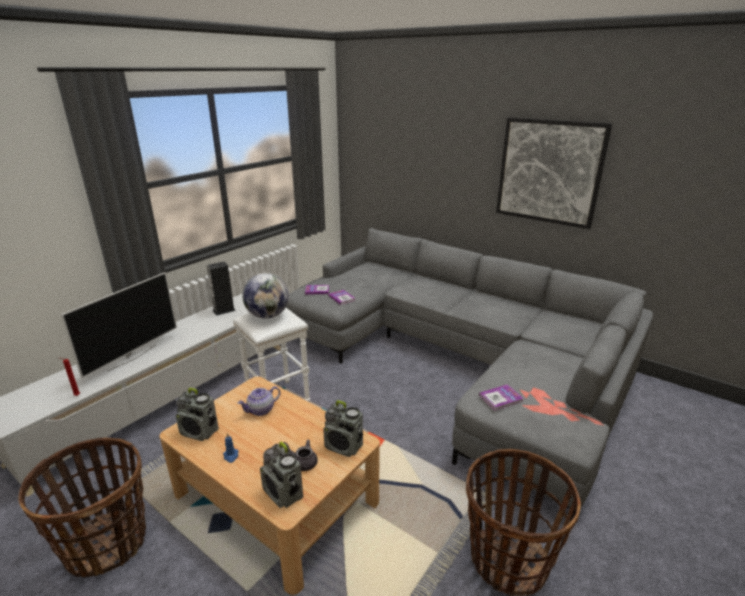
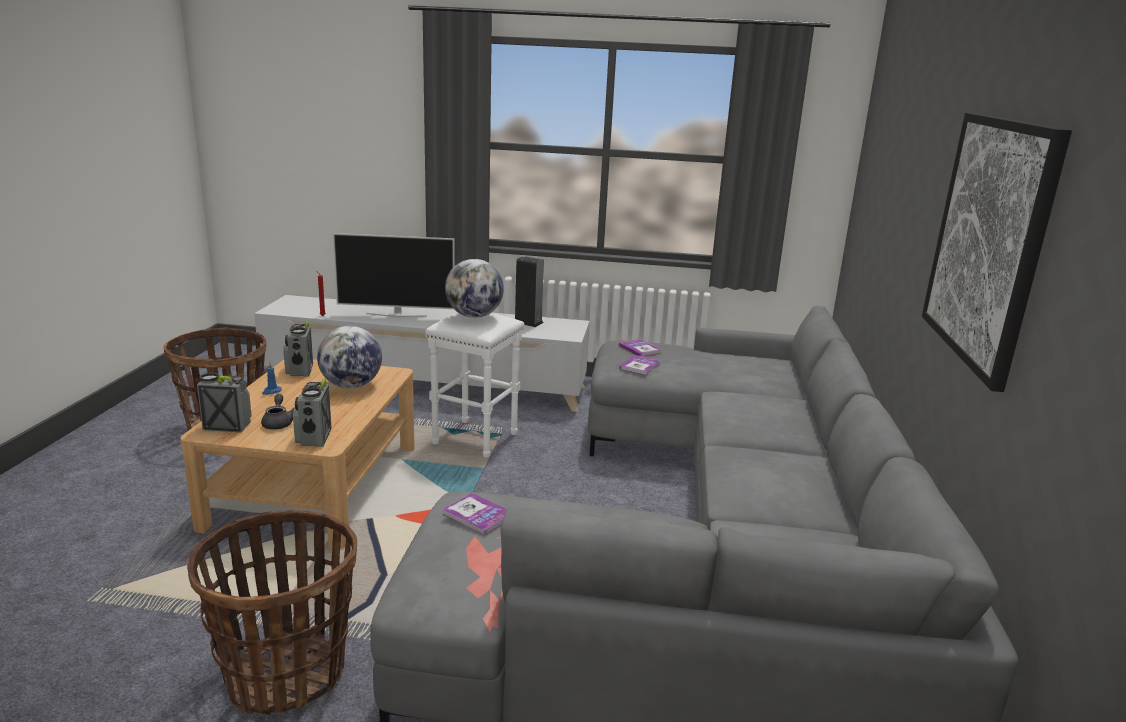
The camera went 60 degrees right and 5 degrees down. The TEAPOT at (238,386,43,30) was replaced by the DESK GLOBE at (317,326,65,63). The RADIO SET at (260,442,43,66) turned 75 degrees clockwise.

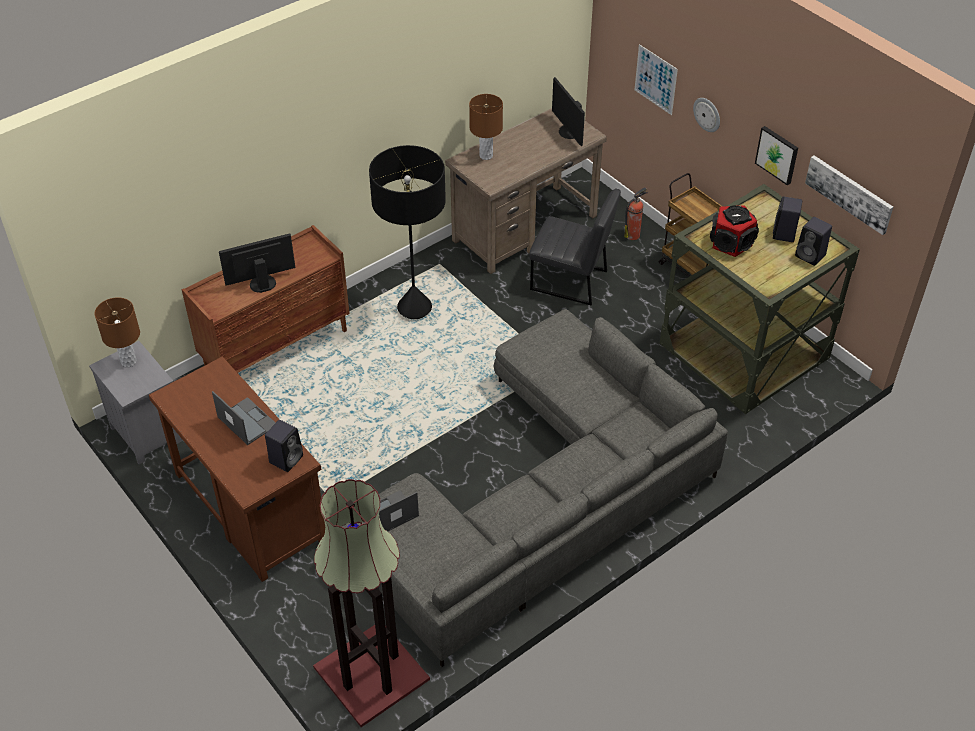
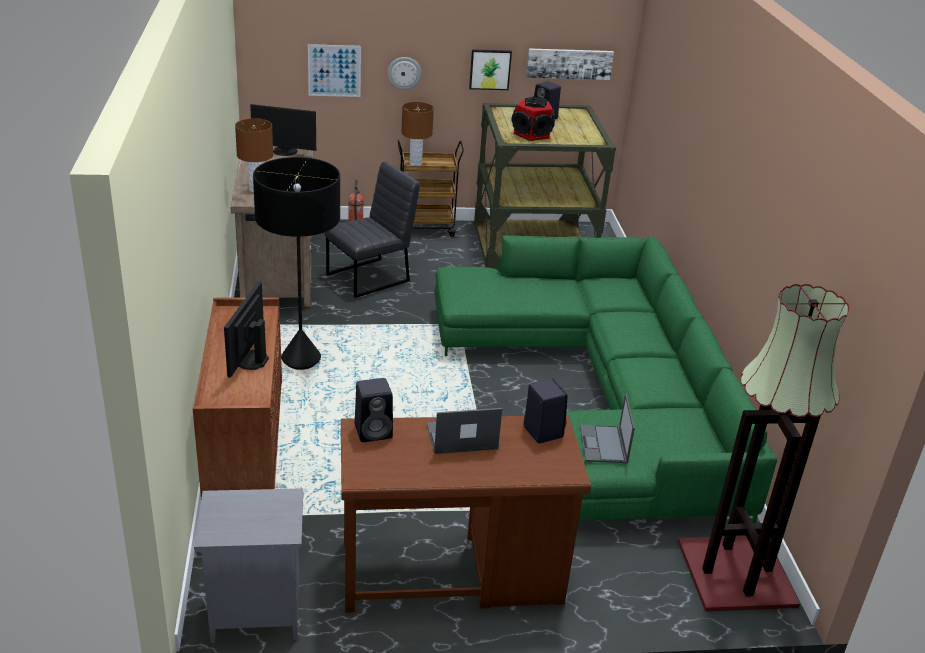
The camera went 60 degrees left and 15 degrees down. The BROWN-COLOURED TABLETOP LAMP moved from (95,297,45,70) to (401,102,33,63). The GREY SETTEE at (341,309,387,358) became the GREENISH SETTEE at (434,235,343,288). The BLACK LOUDSPEAKER moved from (795,217,37,49) to (355,378,38,64).

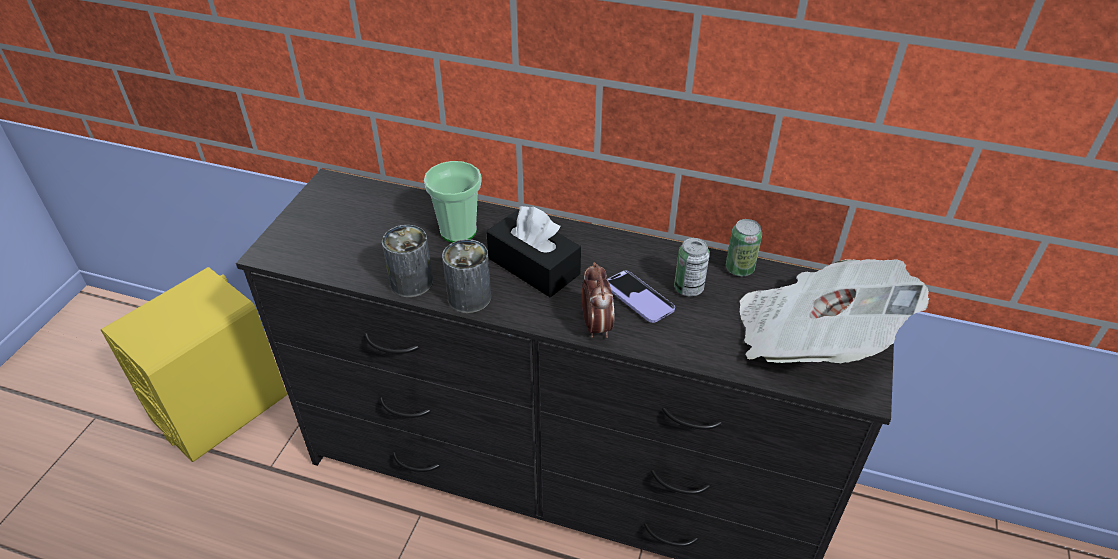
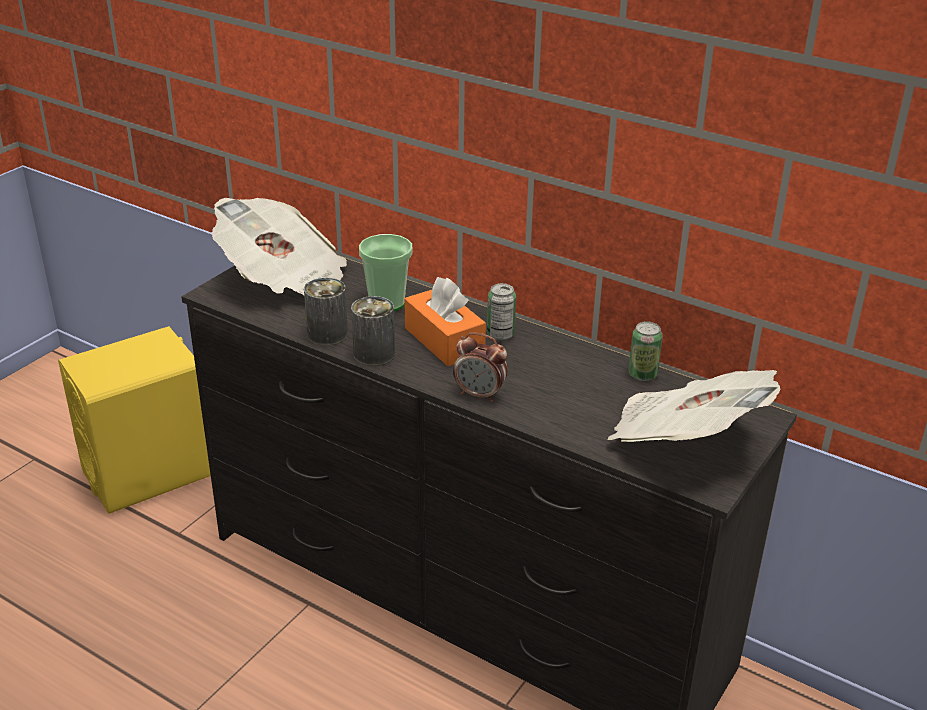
The camera went 15 degrees right and 10 degrees down. The BLACK TISSUE HOLDER at (486,206,95,91) became the ORANGEY TISSUE HOLDER at (404,277,82,89). The ALARM CLOCK at (582,262,33,76) turned 105 degrees clockwise. The HANDSET at (607,271,68,52) disappeared. The SEALED CAN moved from (674,238,36,59) to (487,283,29,57). The PRINTED PAPER at (211,198,136,97) appeared.

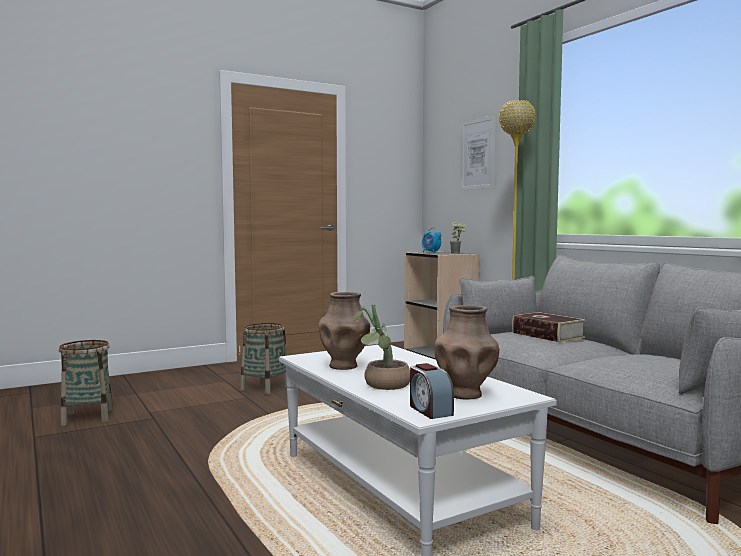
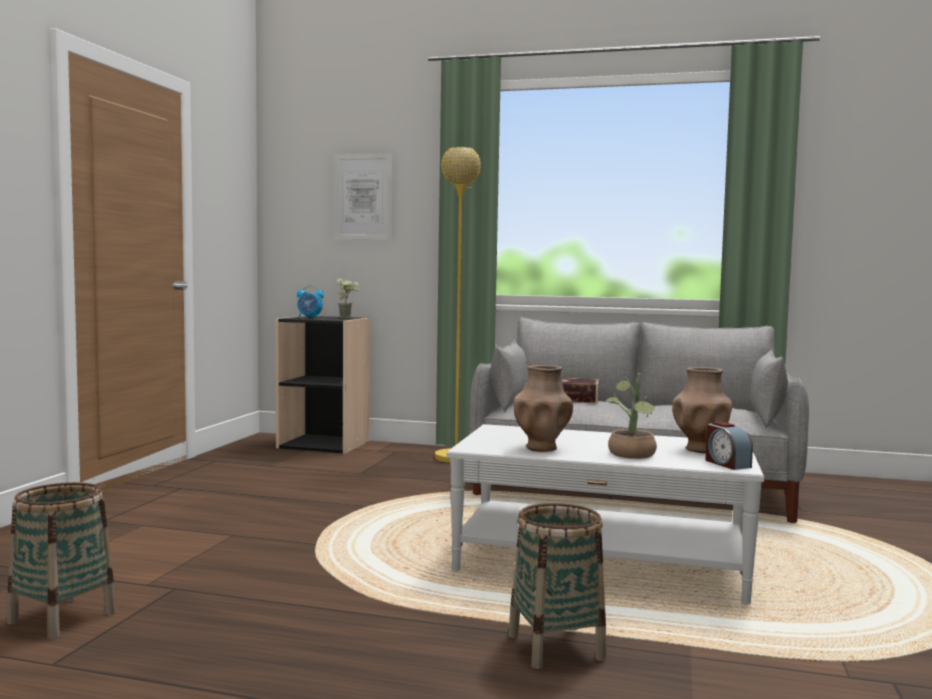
The camera went 45 degrees left and 0 degrees up. The BASKET moved from (240,323,47,72) to (508,503,99,166). The ALARM CLOCK at (410,363,44,56) turned 45 degrees clockwise.

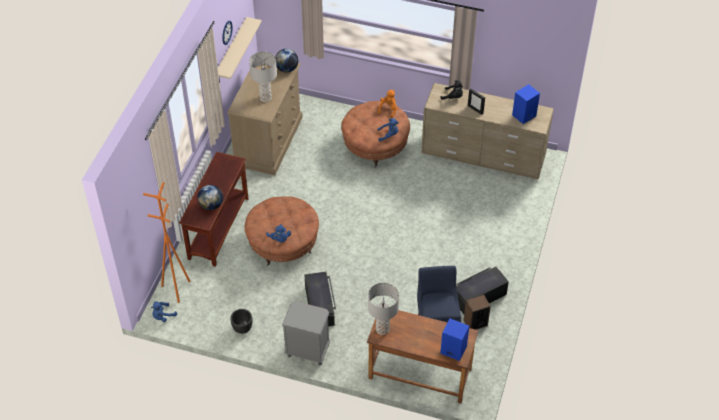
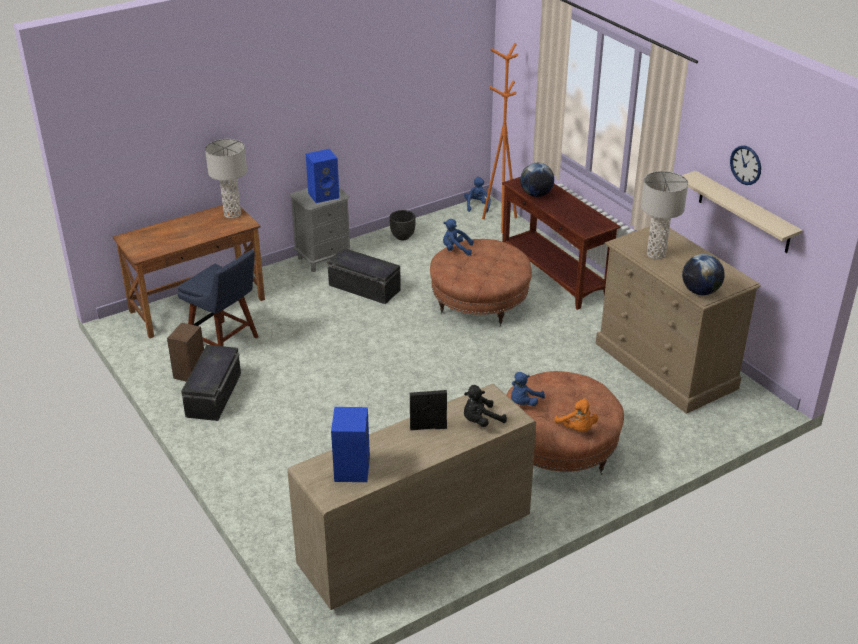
The camera went 130 degrees right and 15 degrees down. The BLUE LOUDSPEAKER moved from (440,319,29,42) to (306,149,34,54).

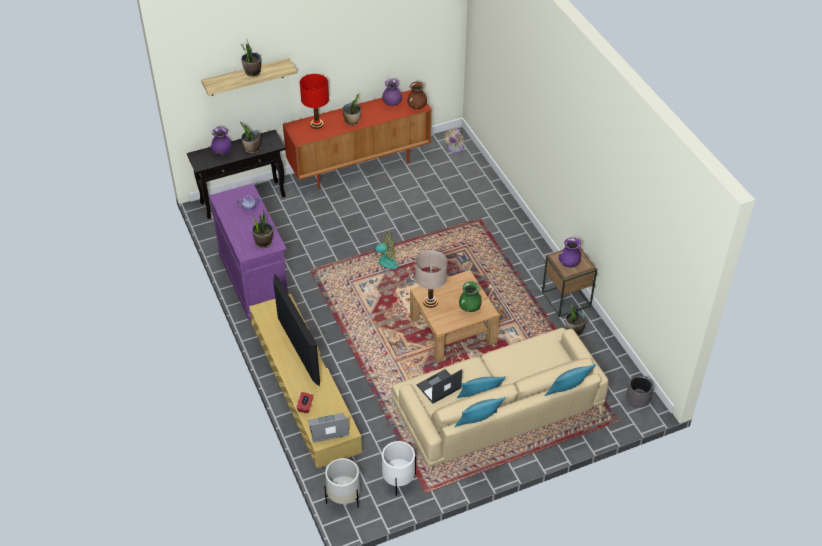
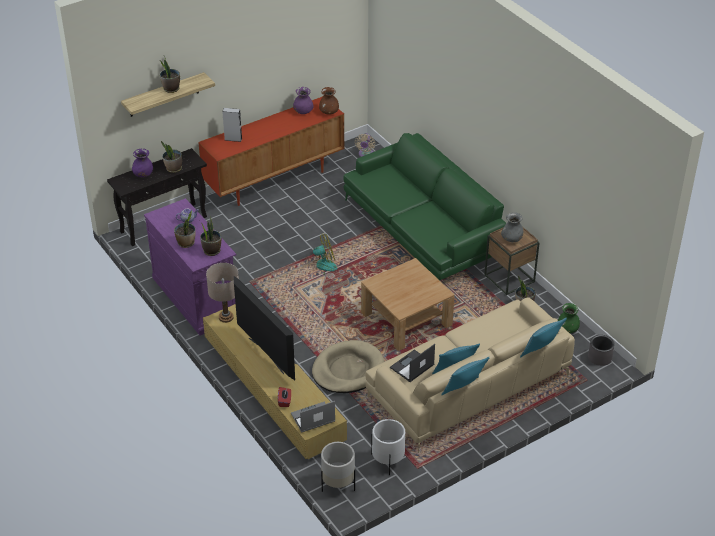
The camera went 10 degrees left and 5 degrees down. The RED-COLOURED TABLETOP LAMP at (300,74,29,55) was replaced by the GREY LOUDSPEAKER at (222,108,20,34). The HOUSEPLANT moved from (342,93,19,33) to (174,211,22,37). The BEIGE TABLETOP LAMP moved from (415,250,32,58) to (206,263,33,60). The GREENISH FLOWER VASE moved from (459,281,23,31) to (558,303,22,30). The PURPLE-COLOURED FLOWER VASE at (559,237,22,31) became the GREY FLOWER VASE at (501,212,22,30). The BEIGE DOG CUSHION at (312,340,72,53) appeared. The GREENISH SETTEE at (343,133,163,147) appeared.

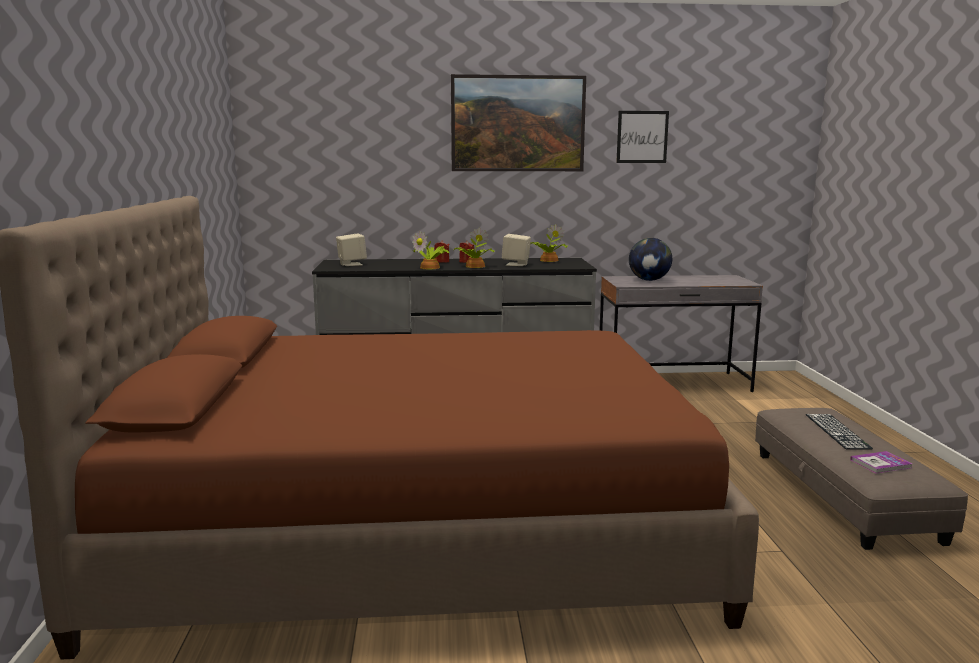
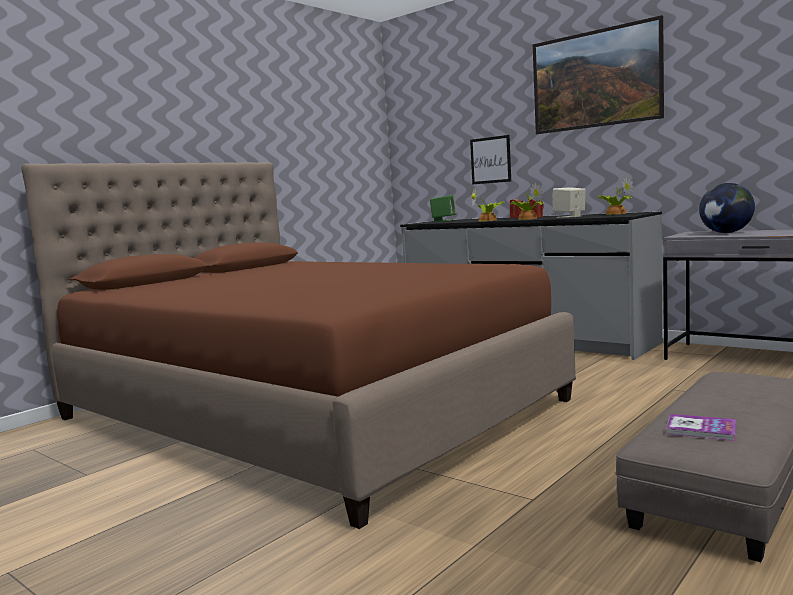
The camera went 45 degrees right and 5 degrees down. The BEIGE LOUDSPEAKER at (336,233,31,33) became the GREENISH LOUDSPEAKER at (430,195,26,27). The PICTURE moved from (616,111,53,52) to (470,135,41,49). The PC KEYBOARD at (806,414,67,36) disappeared.

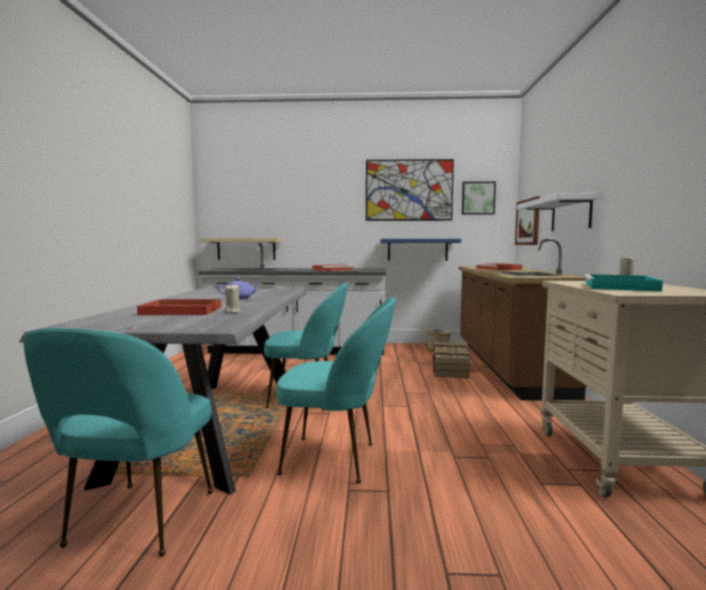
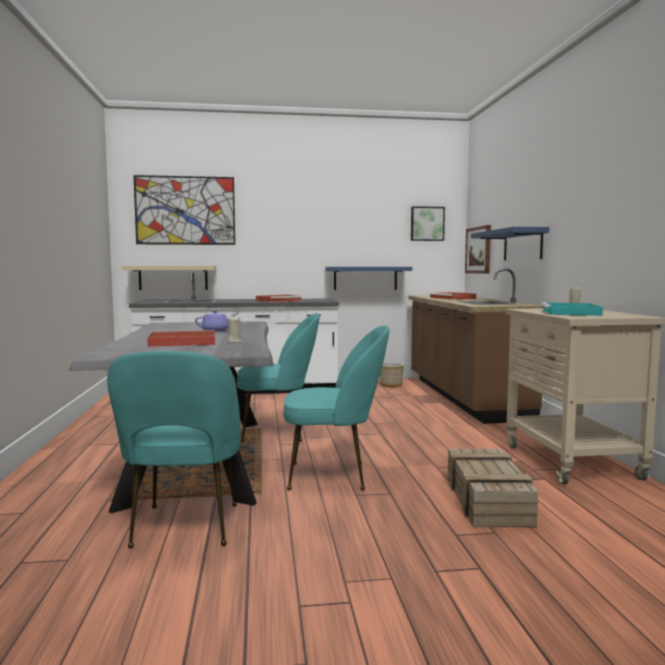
The camera went 10 degrees left and 0 degrees up. The PICTURE moved from (366,159,88,62) to (134,175,101,70). The SHIPPING CRATE moved from (433,342,37,36) to (448,449,90,78). The WHITE WALL SHELF at (517,193,83,38) became the BLUE WALL SHELF at (471,227,78,33).

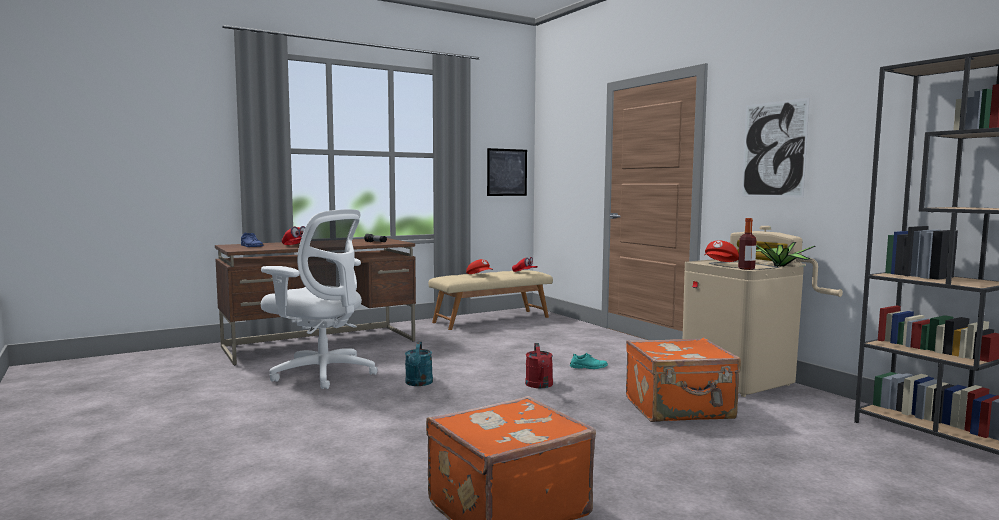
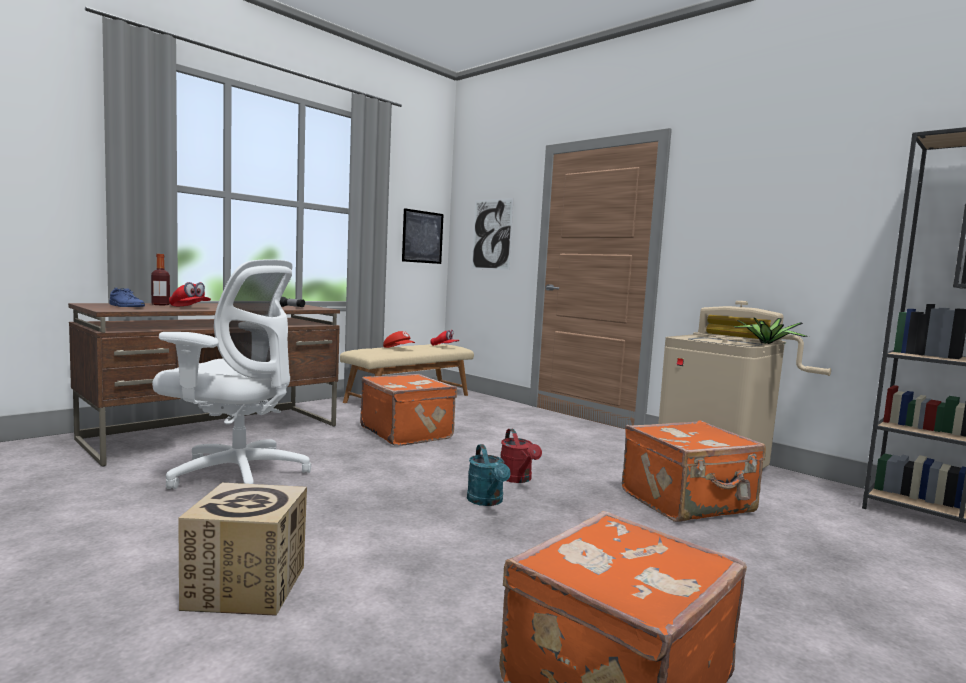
The camera went 15 degrees left and 0 degrees up. The TURQUOISE WATERING POT moved from (405,341,28,45) to (467,444,44,62). The TURQUOISE SHOE at (570,353,38,16) disappeared. The RED-COLOURED PEAKED CAP at (705,241,34,21) disappeared. The BEVERAGE BOTTLE moved from (738,218,18,52) to (151,254,19,51). The PICTURE moved from (741,98,69,100) to (471,198,43,72). The PACKING BOX at (178,483,129,133) appeared. The ORANGEY TRAVEL CASE at (360,374,97,72) appeared.

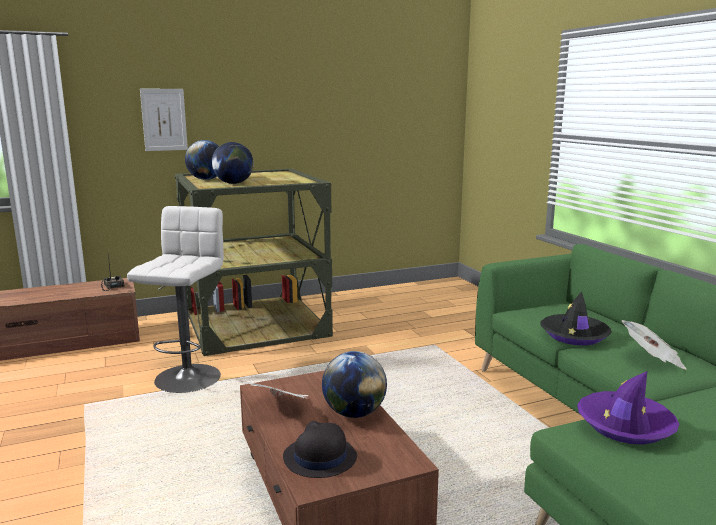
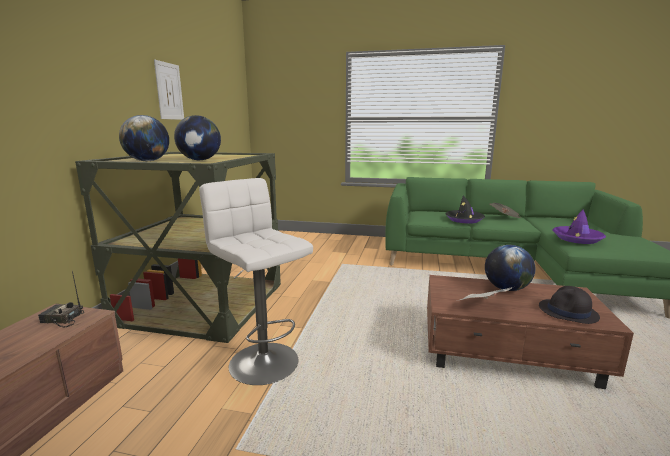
The camera went 55 degrees left and 0 degrees up. The PICTURE moved from (140,89,48,62) to (154,60,30,60).

